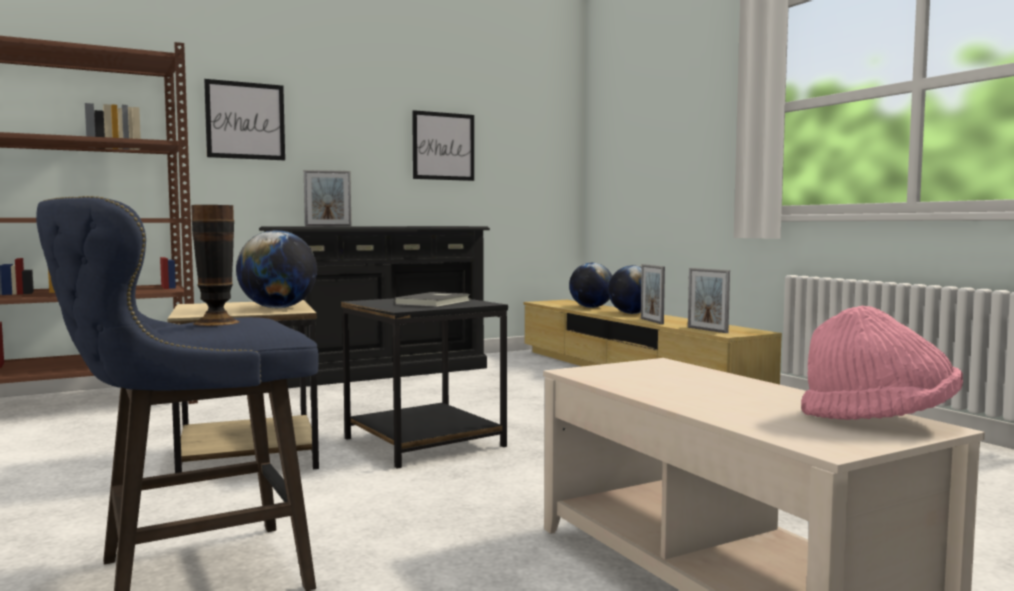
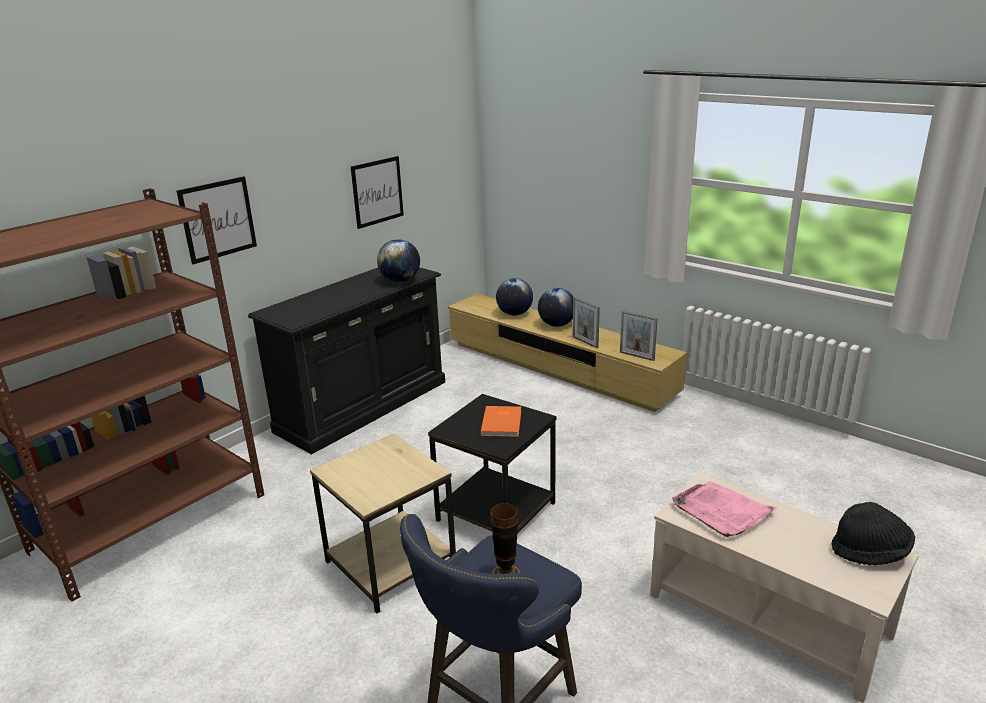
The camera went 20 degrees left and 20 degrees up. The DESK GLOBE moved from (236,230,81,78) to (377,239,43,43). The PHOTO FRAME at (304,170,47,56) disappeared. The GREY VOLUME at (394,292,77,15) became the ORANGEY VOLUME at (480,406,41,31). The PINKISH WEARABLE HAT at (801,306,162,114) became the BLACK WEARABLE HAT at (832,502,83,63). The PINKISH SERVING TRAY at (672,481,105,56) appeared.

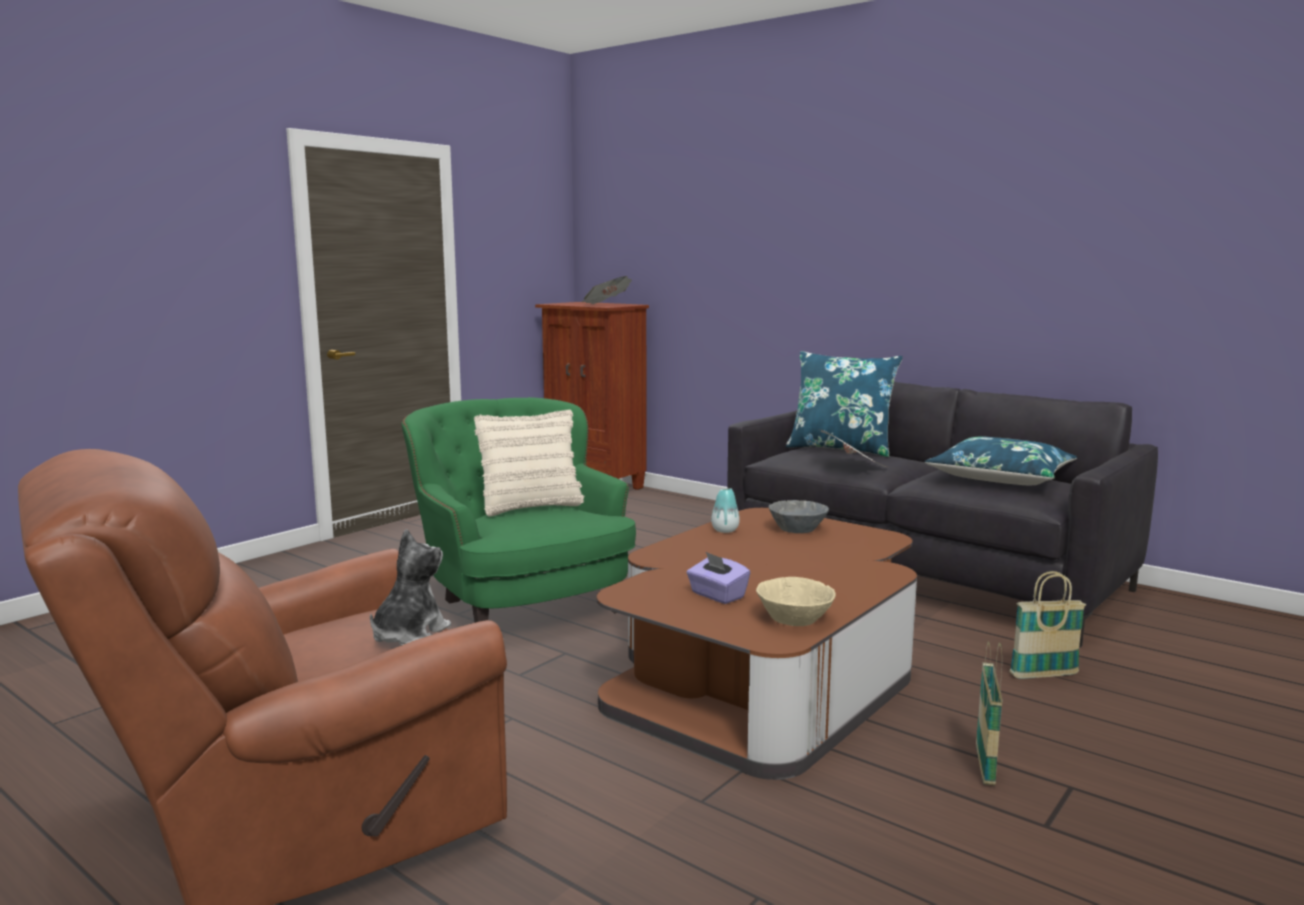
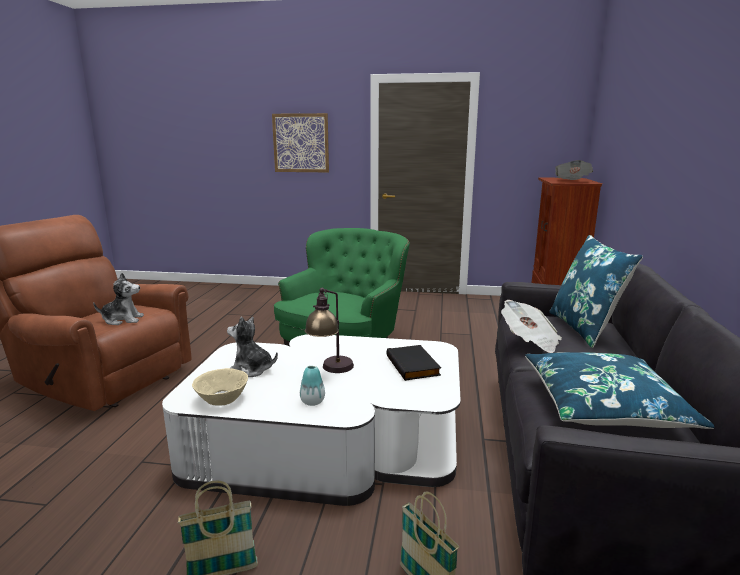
The camera went 60 degrees right and 5 degrees up. The BEIGE THROW PILLOW at (474,410,110,106) disappeared. The BROWN-COLOURED LOUNGE TABLE at (597,508,320,272) became the WHITE LOUNGE TABLE at (162,334,299,172). The PURPLE-COLOURED TISSUE HOLDER at (687,552,63,52) was replaced by the PLUSH TOY at (227,316,51,61). The FLOWER VASE moved from (711,488,29,45) to (300,366,25,40). The GREY BOWL at (768,500,61,33) was replaced by the BLACK VOLUME at (387,345,54,36). The PICTURE at (272,113,57,59) appeared. The TABLETOP LAMP at (305,288,49,85) appeared.

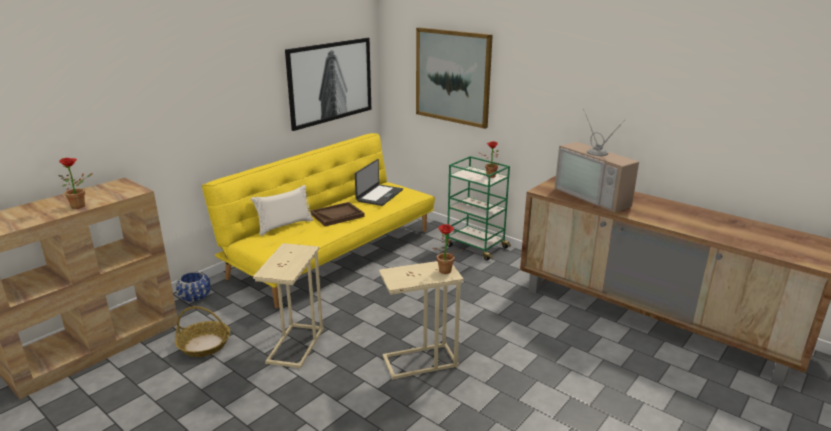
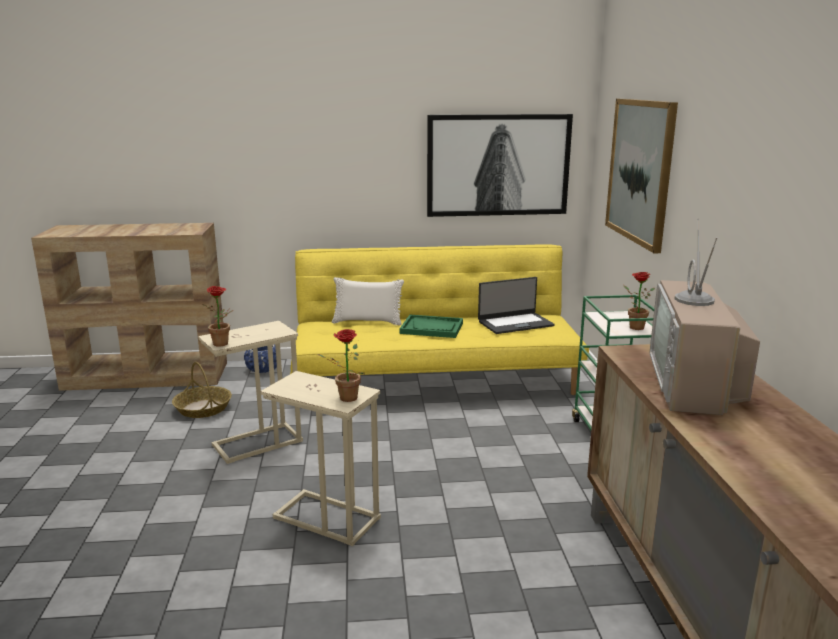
The camera went 45 degrees right and 5 degrees down. The HOUSEPLANT moved from (58,158,35,51) to (202,286,32,61). The BROWN-COLOURED SERVING TRAY at (311,202,54,24) became the GREENISH SERVING TRAY at (400,315,63,23).

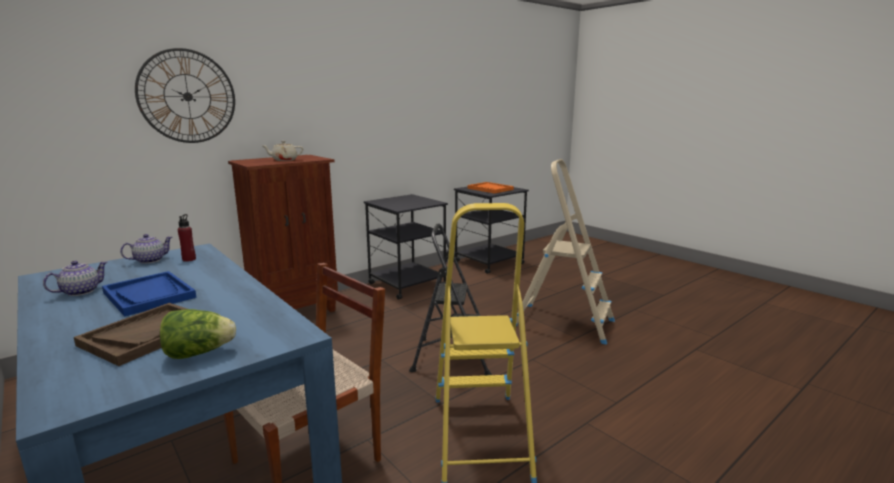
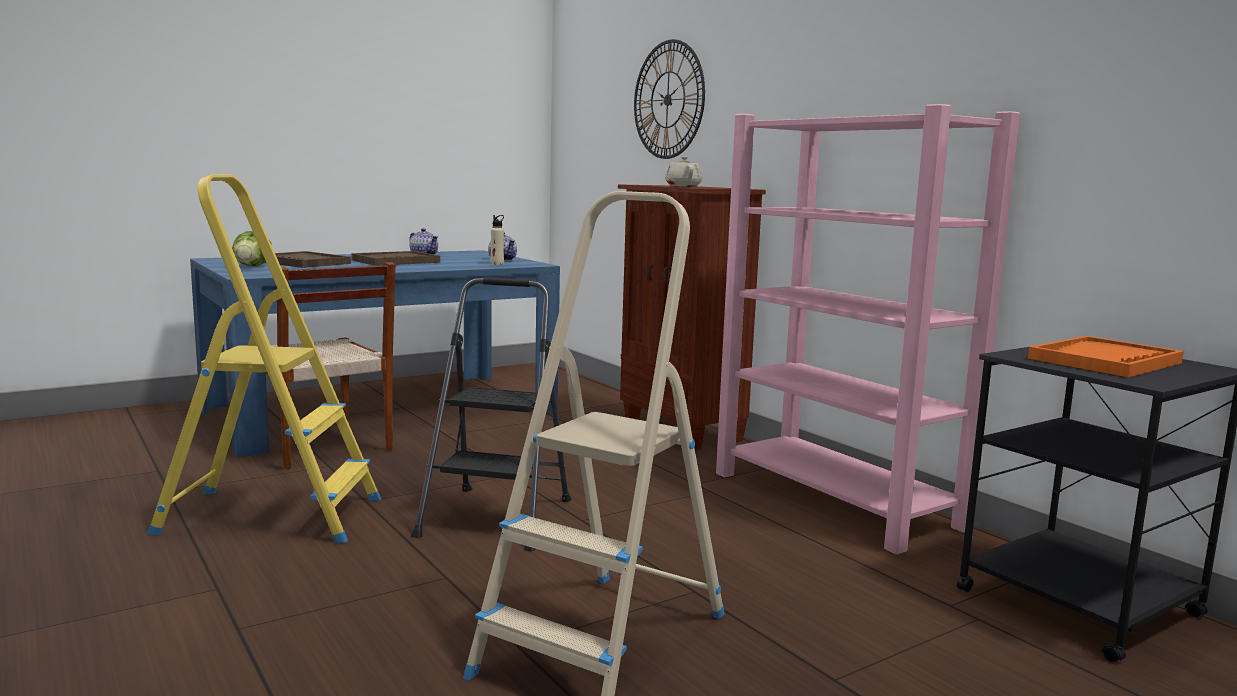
The camera went 95 degrees right and 5 degrees down. The BLUE SERVING TRAY at (102,271,95,46) became the BROWN-COLOURED SERVING TRAY at (351,251,89,15). The RED-COLOURED BEVERAGE BOTTLE at (178,214,18,48) became the BEIGE BEVERAGE BOTTLE at (491,215,13,50). The BLACK WHEELED CART at (364,194,84,106) was replaced by the PINKISH BOOKCASE at (716,104,304,451).

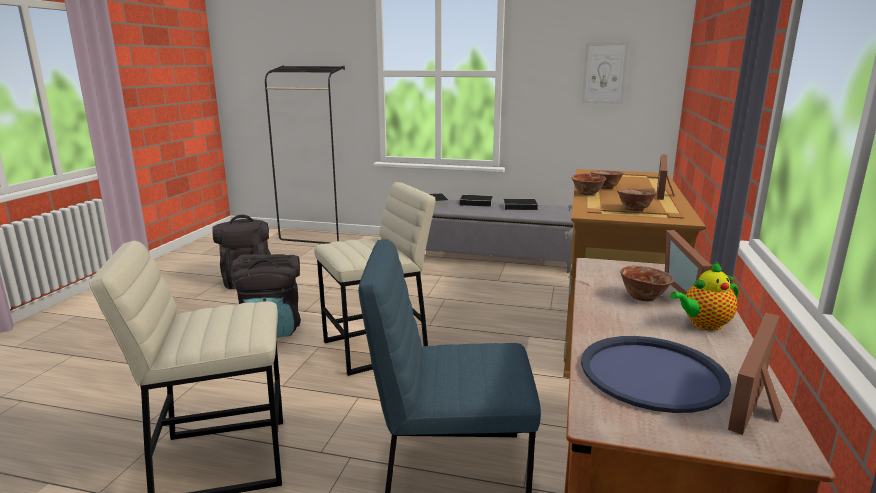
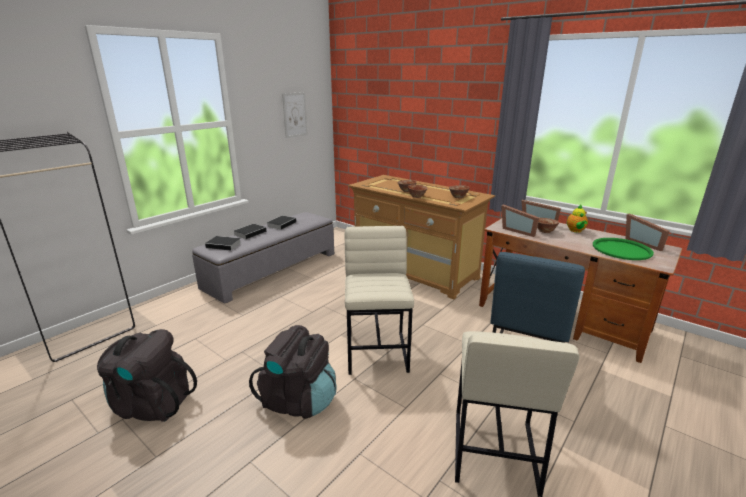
The camera went 65 degrees left and 5 degrees up. The BLUE SERVING TRAY at (581,336,150,77) became the GREENISH SERVING TRAY at (593,238,61,22). The PHOTO FRAME moved from (657,154,18,46) to (501,204,38,33).

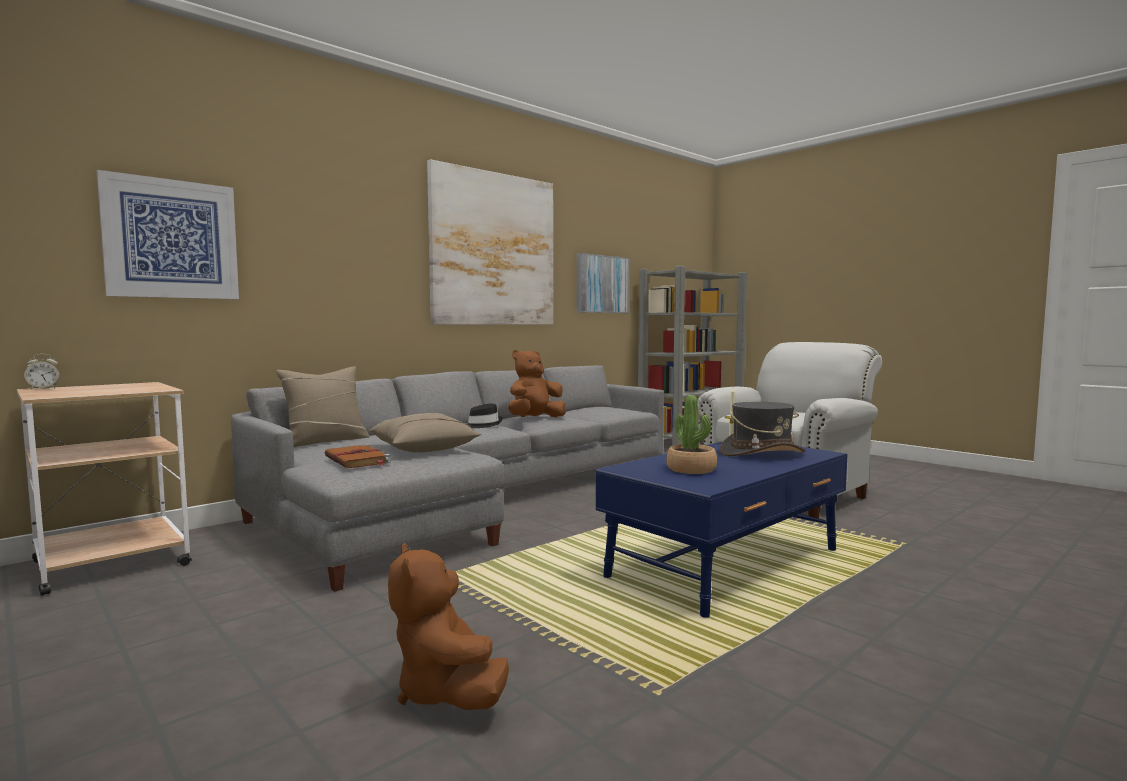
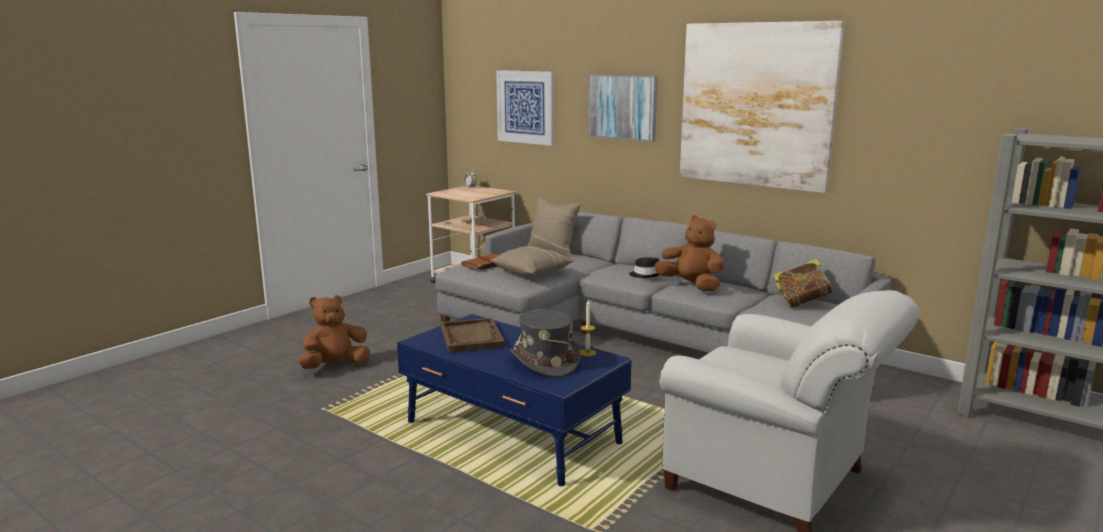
The camera went 80 degrees right and 10 degrees up. The PICTURE moved from (577,253,52,60) to (588,74,70,68). The HOUSEPLANT at (666,395,51,79) was replaced by the BROWN-COLOURED SERVING TRAY at (441,318,64,35). The VOLUME at (773,259,62,49) appeared.

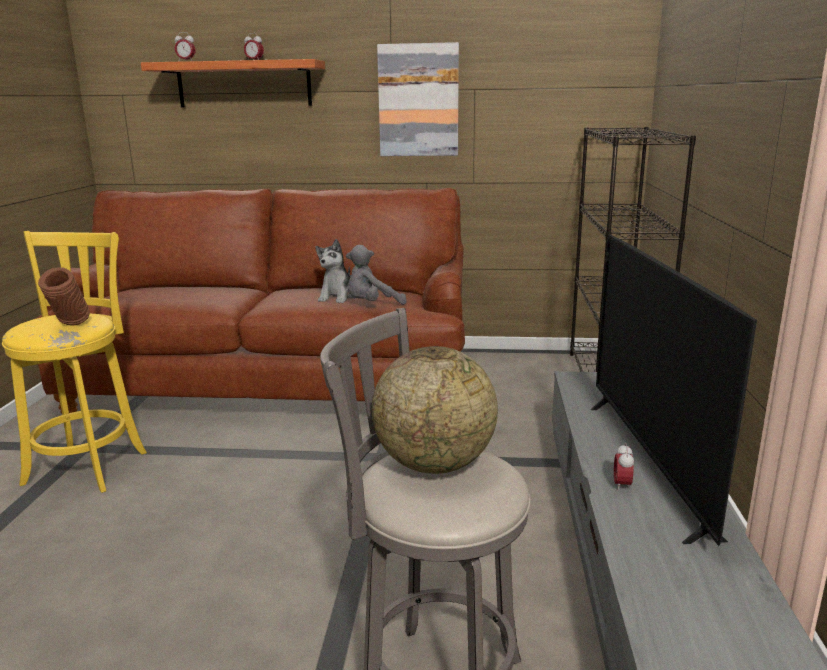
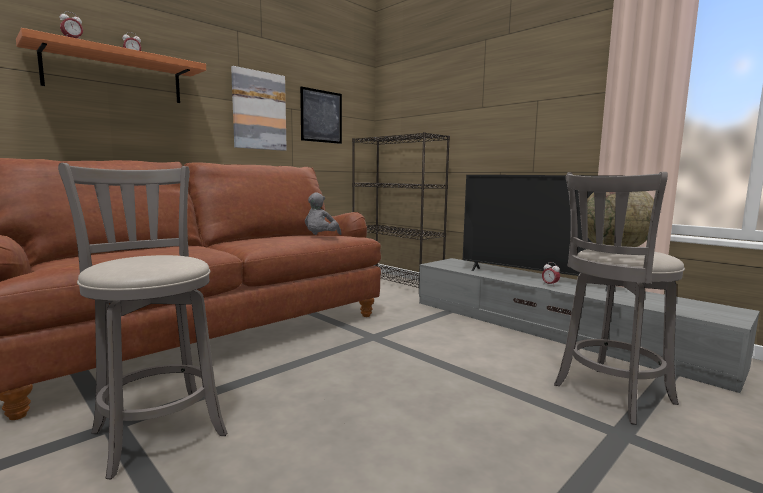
The camera went 50 degrees left and 10 degrees down. The YELLOW STOOL at (2,231,145,262) became the GREY STOOL at (58,163,169,317). The BROWN-COLOURED FLOWER VASE at (38,267,52,59) disappeared. The PLUSH TOY at (315,239,40,64) disappeared. The PICTURE at (300,86,42,58) appeared.

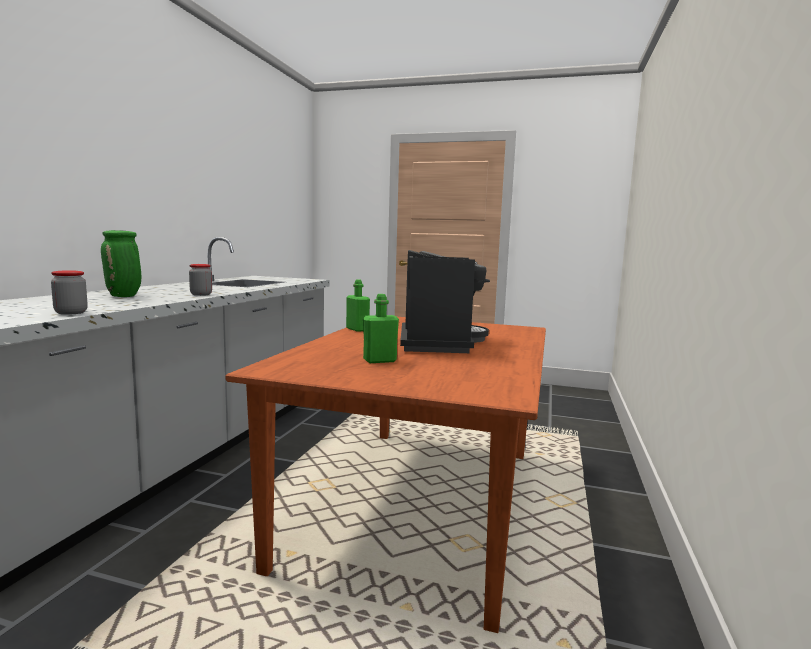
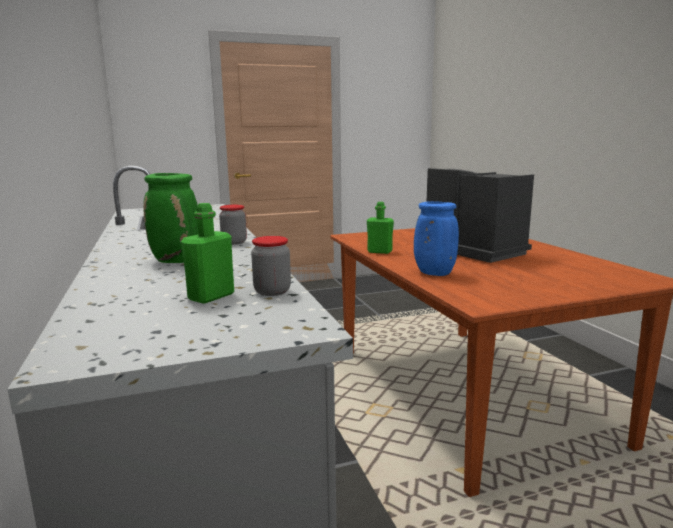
The camera went 35 degrees left and 5 degrees up. The GREENISH BEVERAGE BOTTLE moved from (363,294,36,69) to (181,203,53,101). The BLUE FLOWER VASE at (414,201,45,75) appeared.

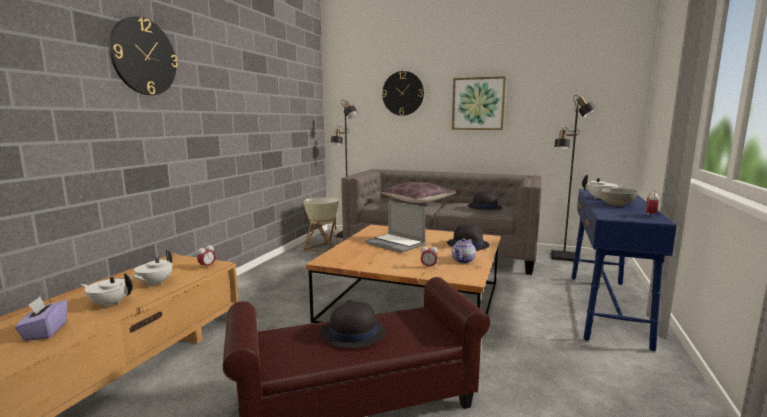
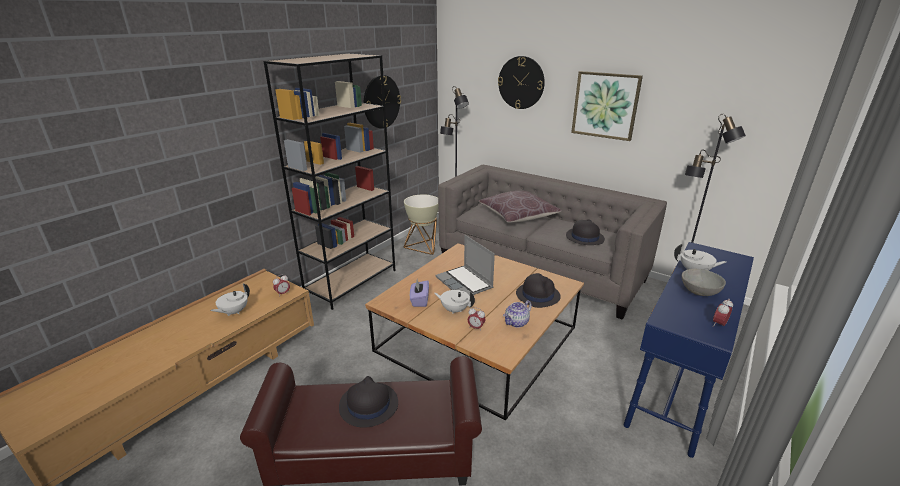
The camera went 15 degrees right and 15 degrees up. The PURPLE-COLOURED TISSUE HOLDER moved from (15,297,52,44) to (410,279,19,28). The WHITE TEAPOT moved from (80,273,53,35) to (434,290,41,24). The WALL CLOCK moved from (109,16,69,79) to (364,75,37,54). The BEIGE BOOKCASE at (263,53,132,257) appeared.

